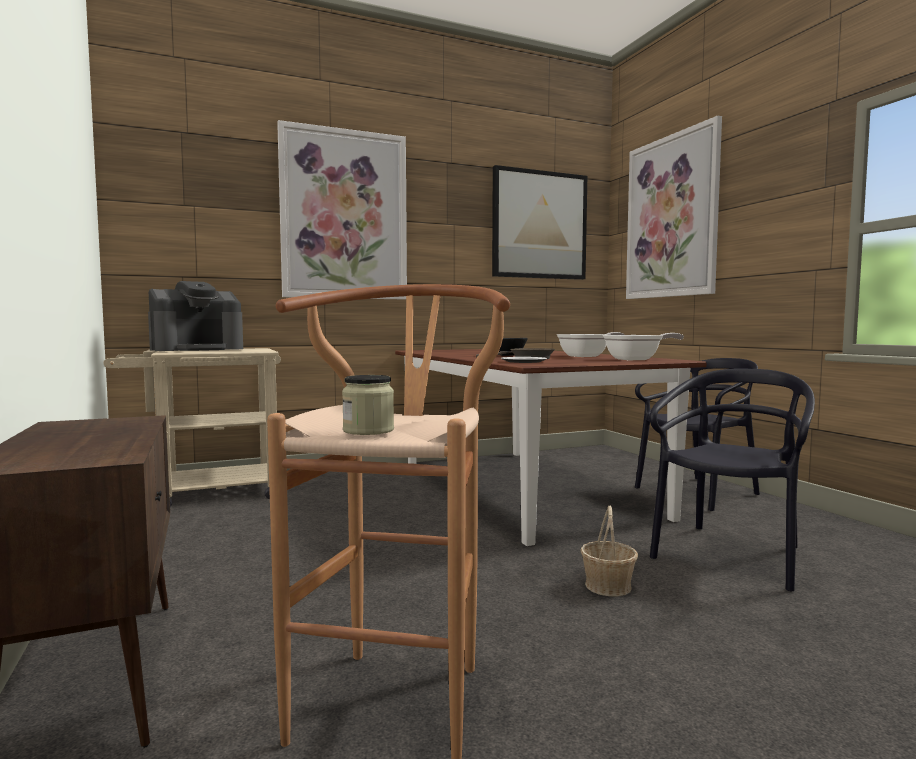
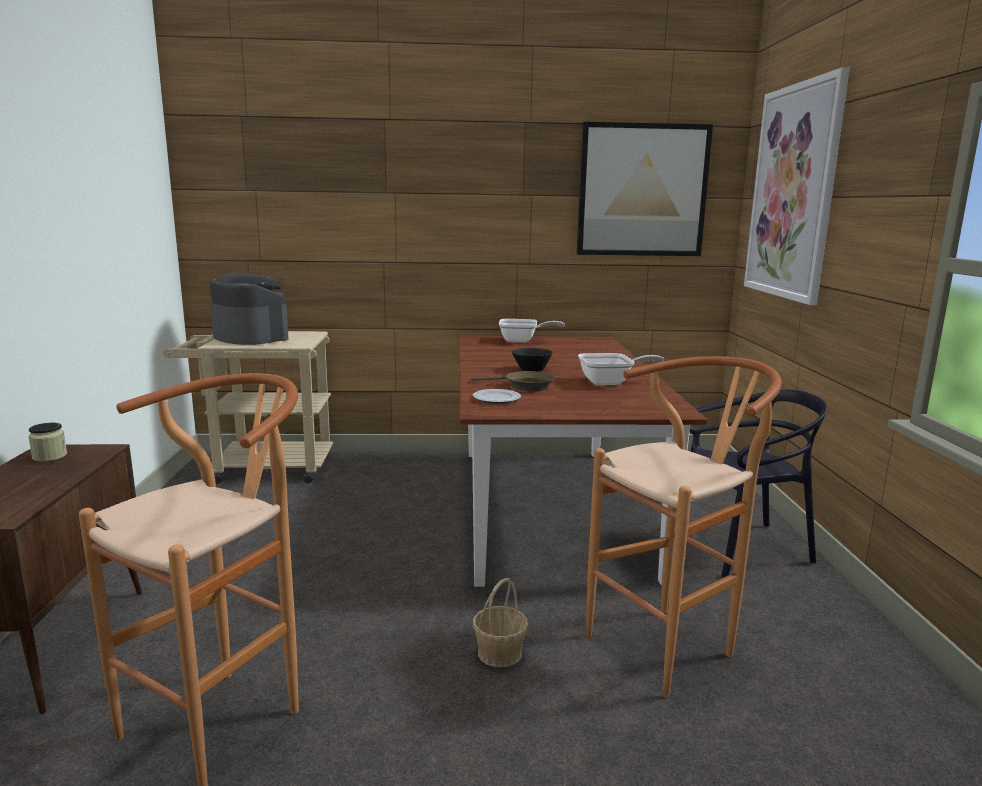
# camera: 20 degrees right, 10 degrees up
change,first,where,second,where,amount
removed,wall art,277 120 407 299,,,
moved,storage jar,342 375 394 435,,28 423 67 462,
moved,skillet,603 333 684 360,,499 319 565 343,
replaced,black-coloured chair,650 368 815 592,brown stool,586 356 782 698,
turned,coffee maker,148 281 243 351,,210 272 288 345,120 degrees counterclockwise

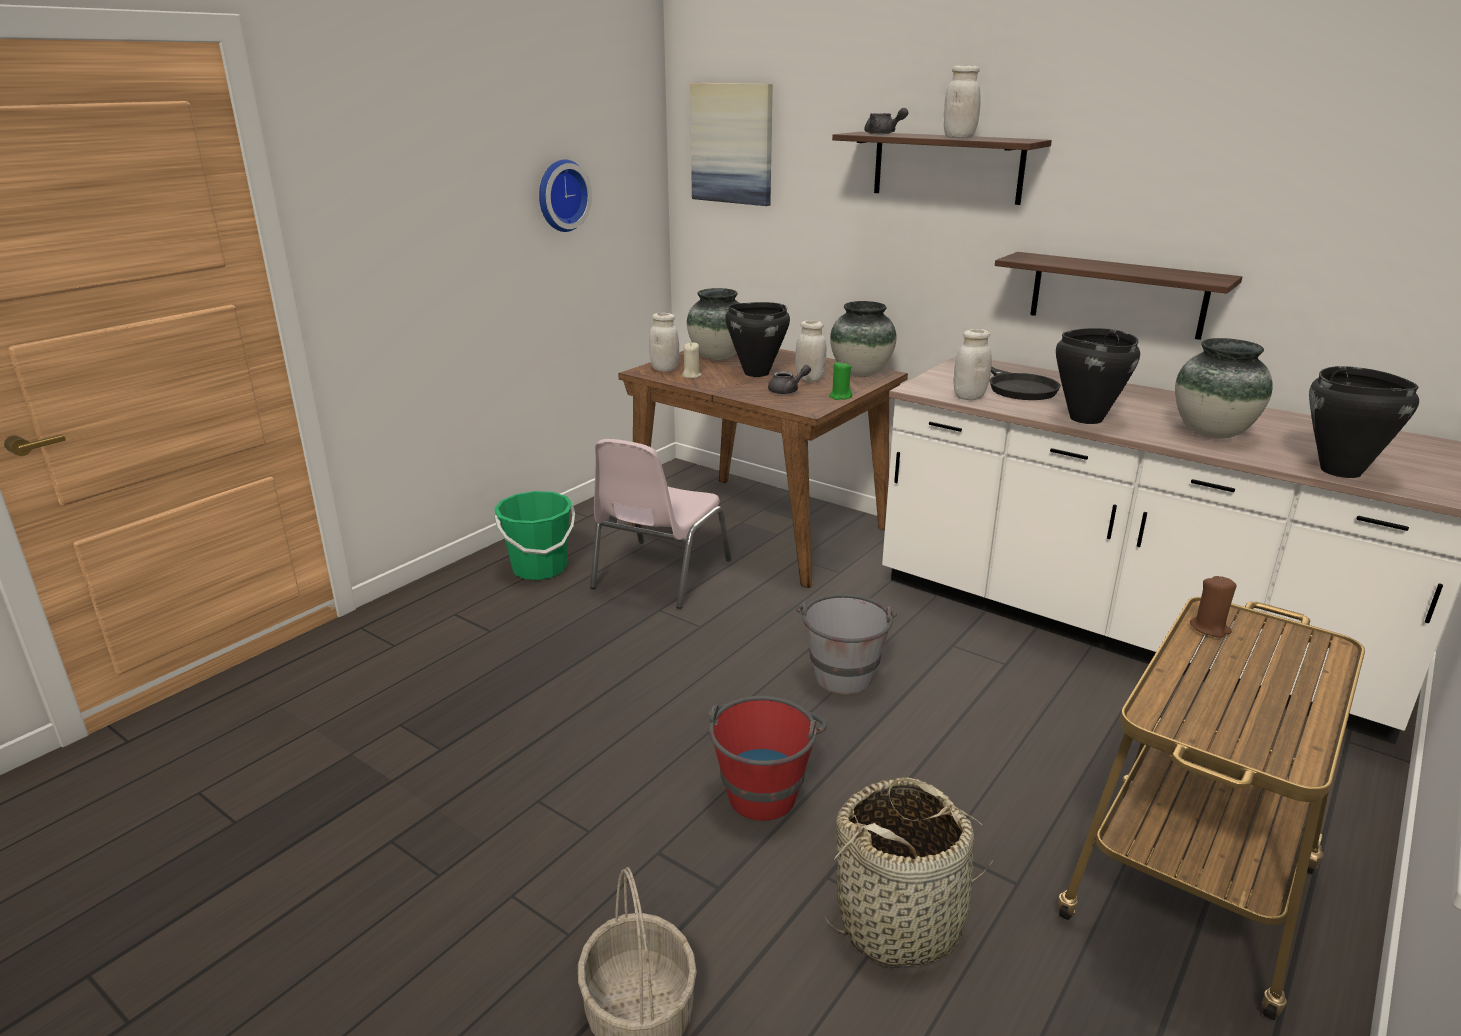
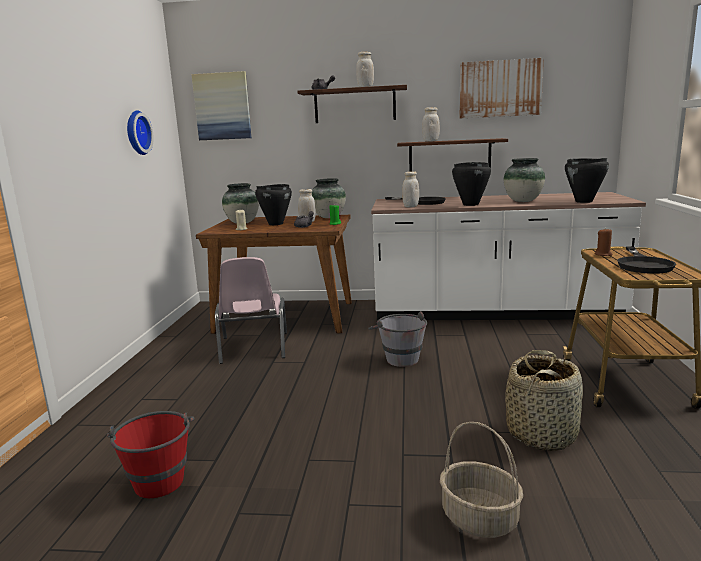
# camera: 30 degrees left, 10 degrees down
change,first,where,second,where,amount
removed,green-coloured bucket,494 491 575 580,,,
added,,,wall art,460 58 544 118,
added,,,black-coloured skillet,617 247 676 274,
moved,whitish storage jar,649 313 679 372,,422 107 440 142,
moved,red bucket,708 696 827 821,,107 411 195 498,

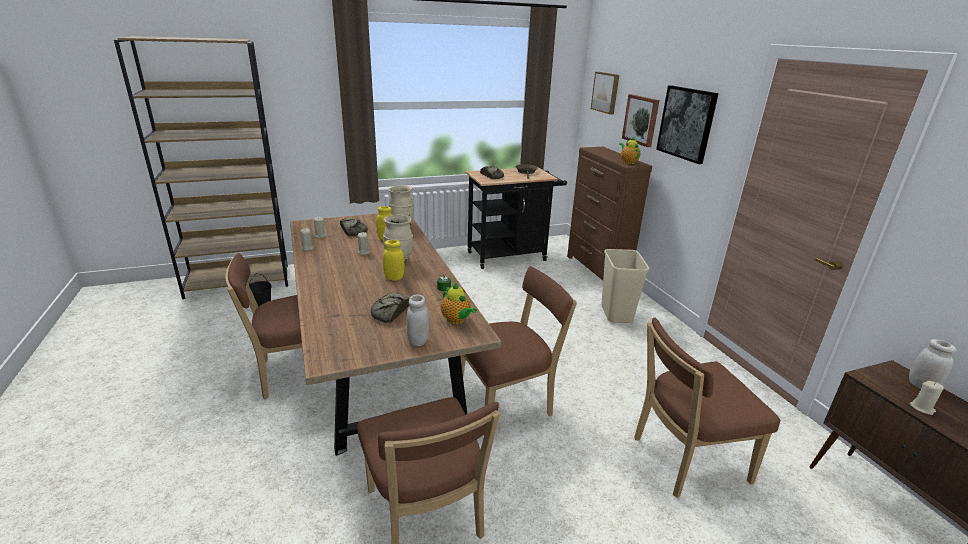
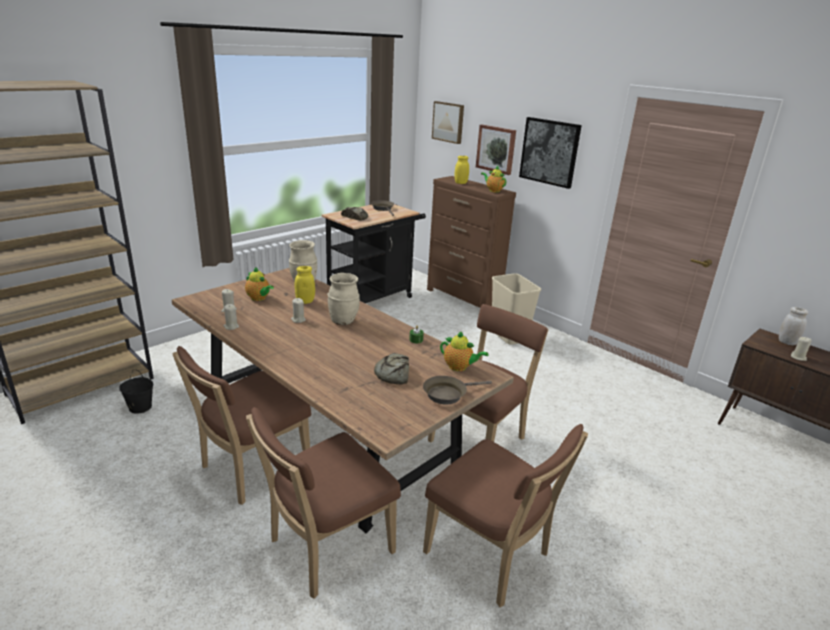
# camera: 25 degrees left, 0 degrees up
change,first,where,second,where,amount
moved,yellow-coloured storage jar,383 240 405 281,,454 156 469 184,
moved,brown chair,634 317 780 498,,246 407 401 599,
replaced,baked bread,340 218 368 236,pot for tea,245 267 274 301,
replaced,whitish storage jar,406 295 429 346,brown skillet,423 376 492 405,

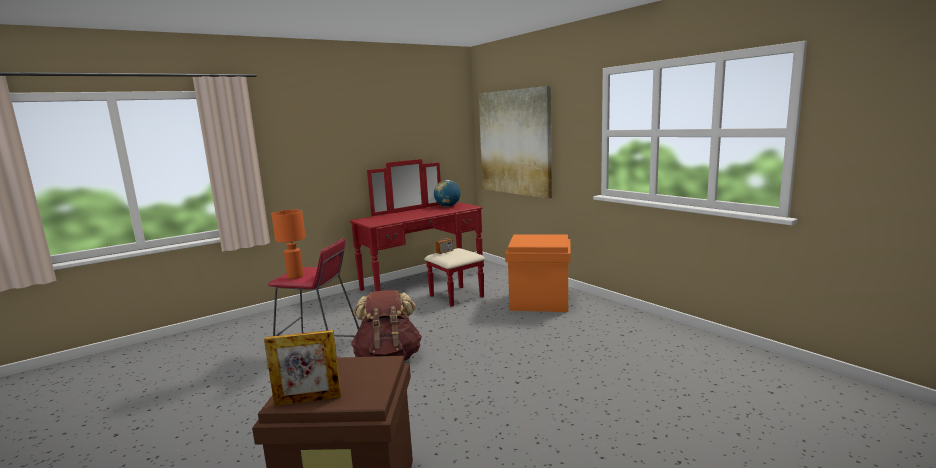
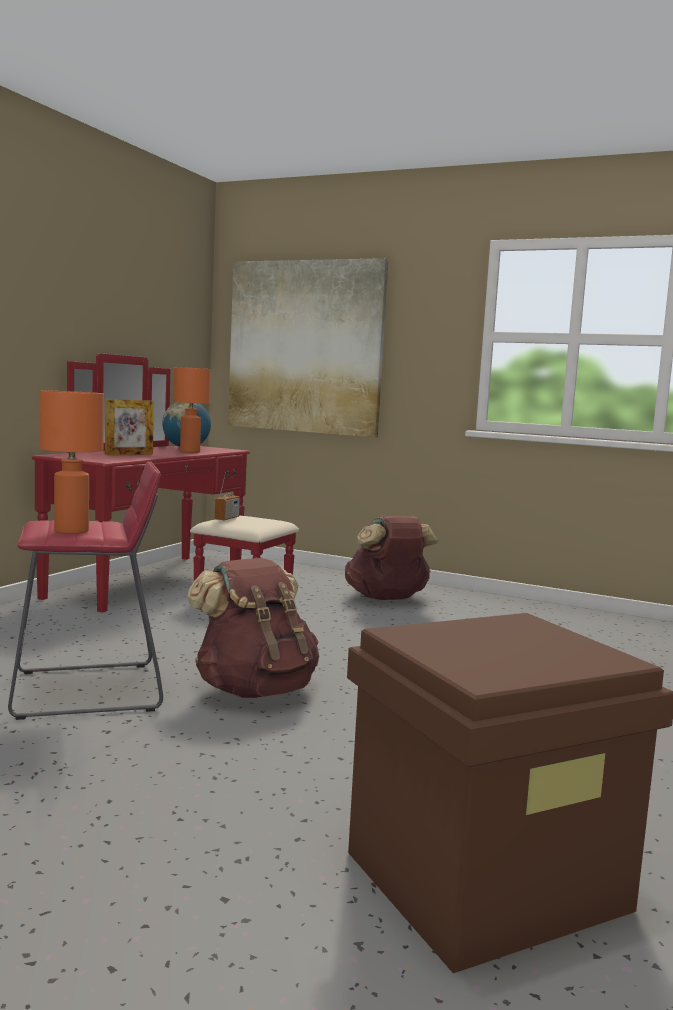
# camera: 30 degrees left, 5 degrees down
change,first,where,second,where,amount
added,,,orange-coloured lamp for a table,173 367 211 453,
moved,picture frame,264 330 341 406,,105 399 154 455,
replaced,orange-coloured storage box,505 234 571 312,brown rucksack,345 516 439 600,

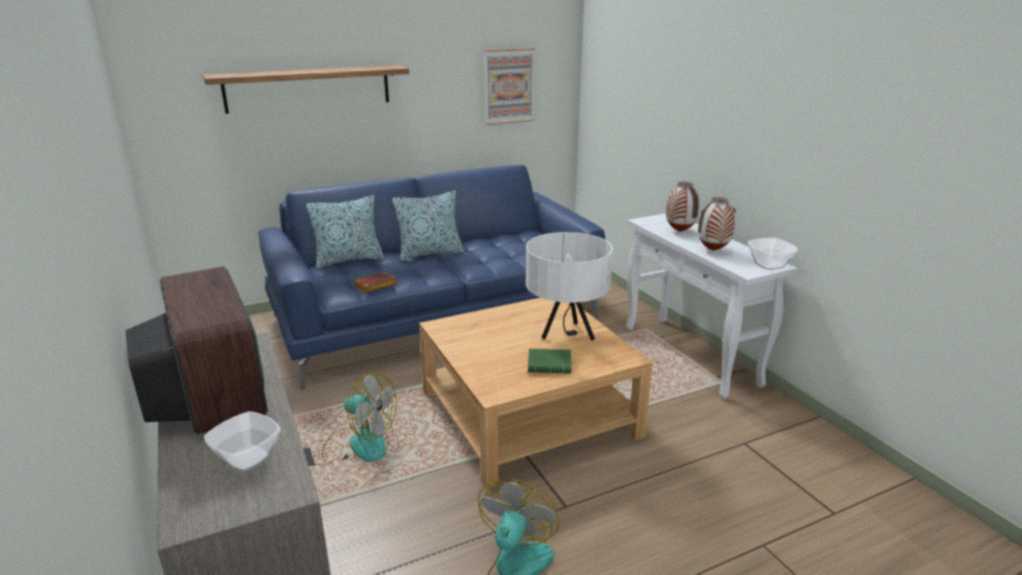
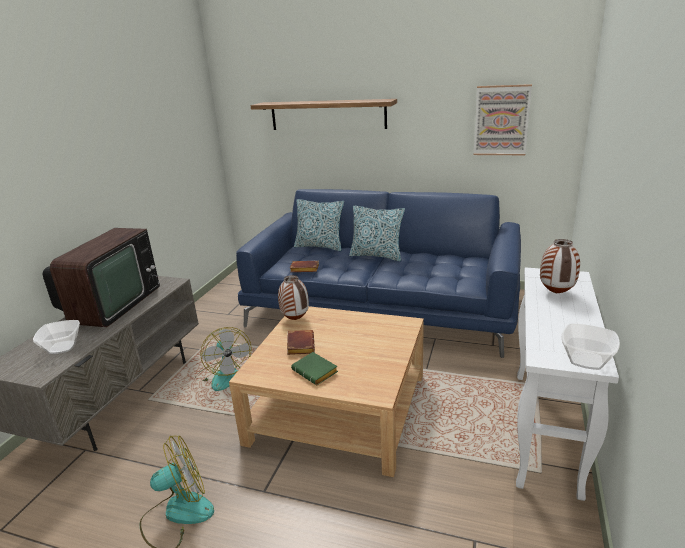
# camera: 45 degrees right, 0 degrees up
change,first,where,second,where,amount
removed,whitish lamp for a table,526 232 613 341,,,
added,,,brown volume,287 330 315 355,
moved,vase,698 197 736 251,,278 275 309 320,

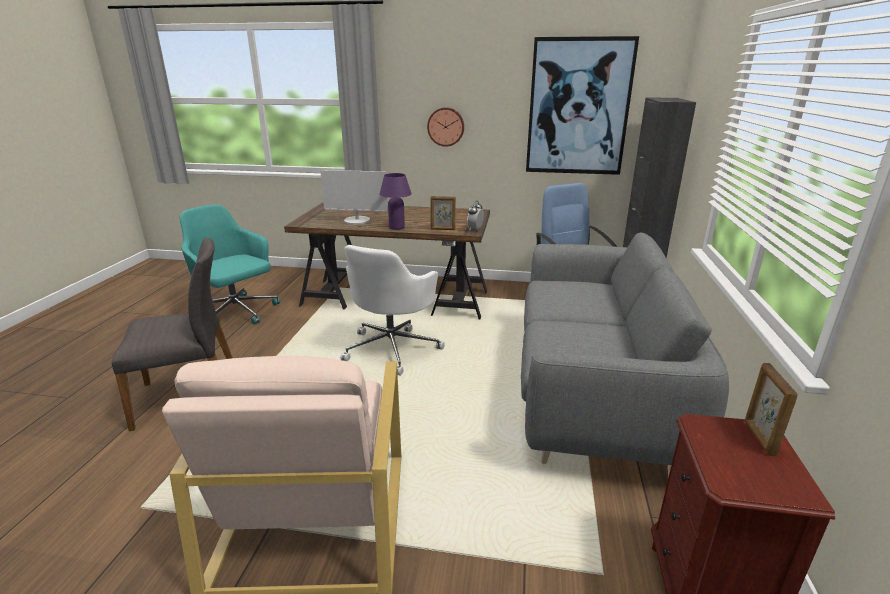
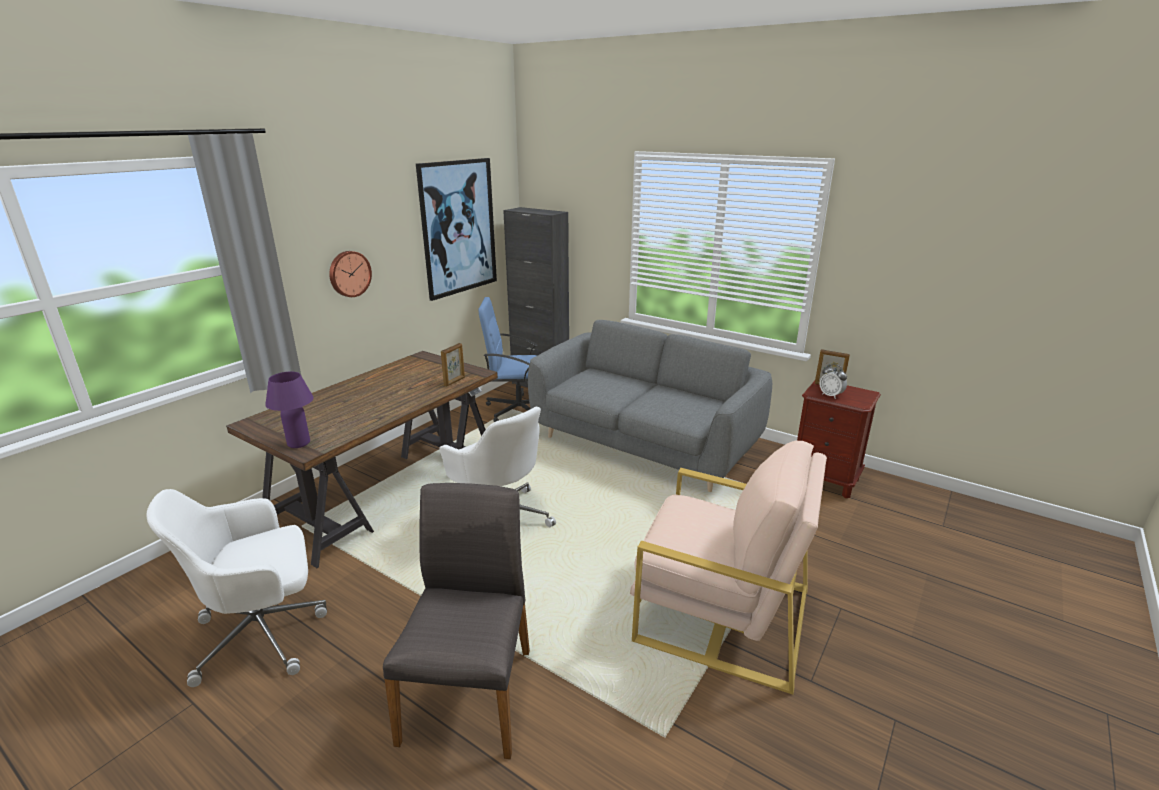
# camera: 65 degrees left, 0 degrees up
change,first,where,second,where,amount
removed,computer display,320 170 388 225,,,
moved,purple lamp for a table,379 173 412 230,,265 372 314 448,
moved,alarm clock,467 201 484 231,,819 364 847 399,
recoloured,turquoise desk chair,179 205 280 324,whitish desk chair,146 489 327 687,

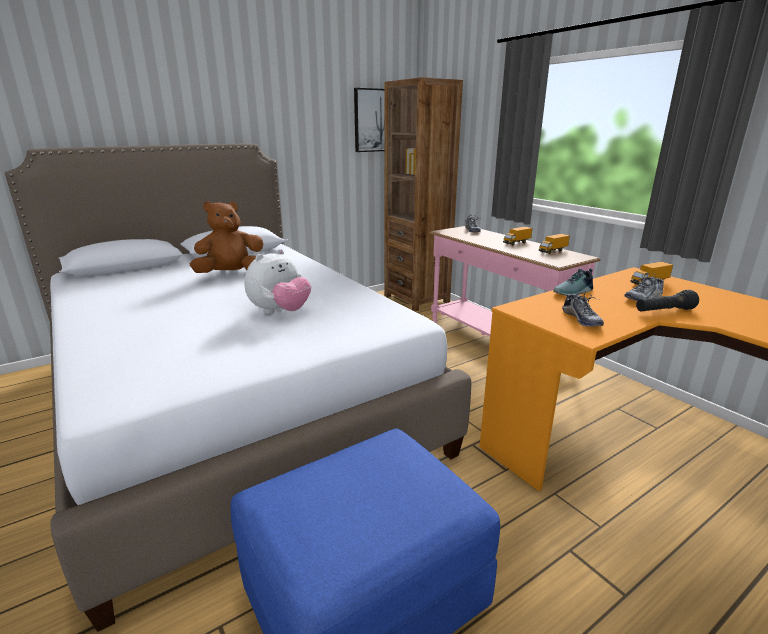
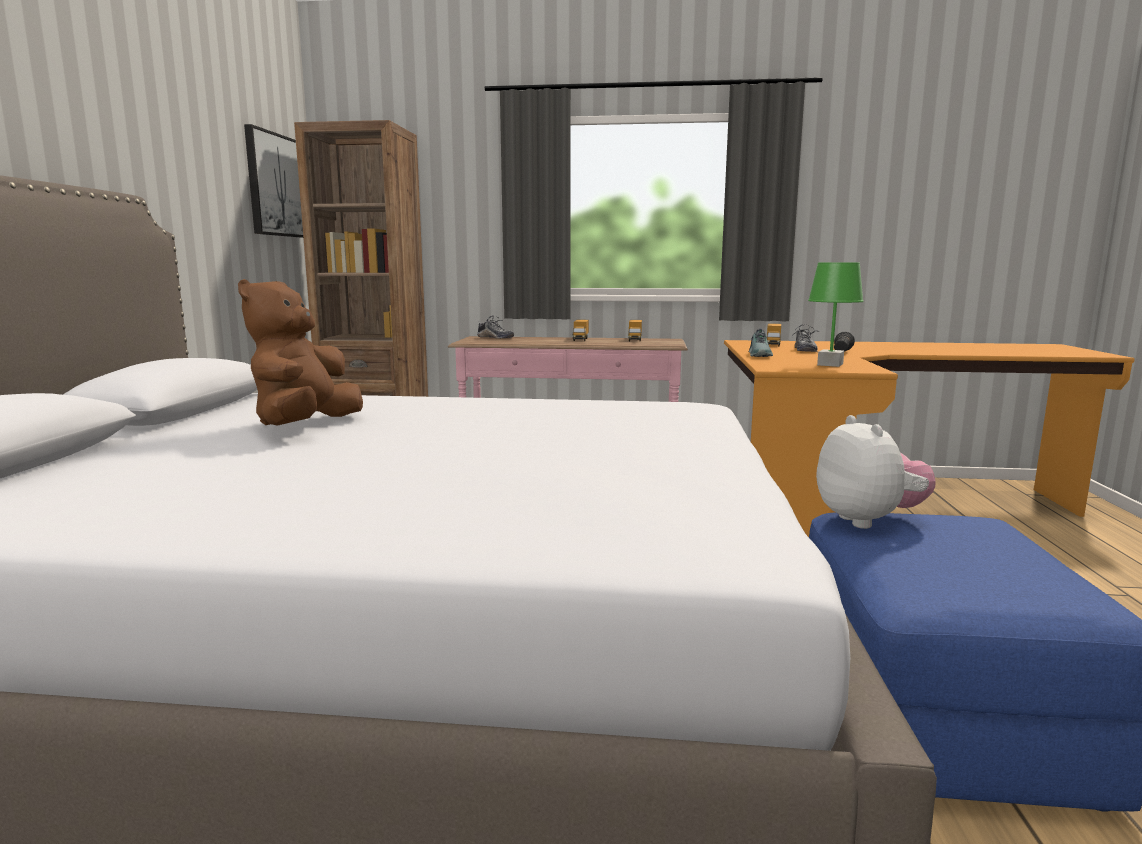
# camera: 50 degrees left, 10 degrees down
change,first,where,second,where,amount
moved,cuddly toy,244 249 311 314,,816 415 936 529,
replaced,shoe,562 291 604 326,green-coloured lamp for a table,808 262 864 367,

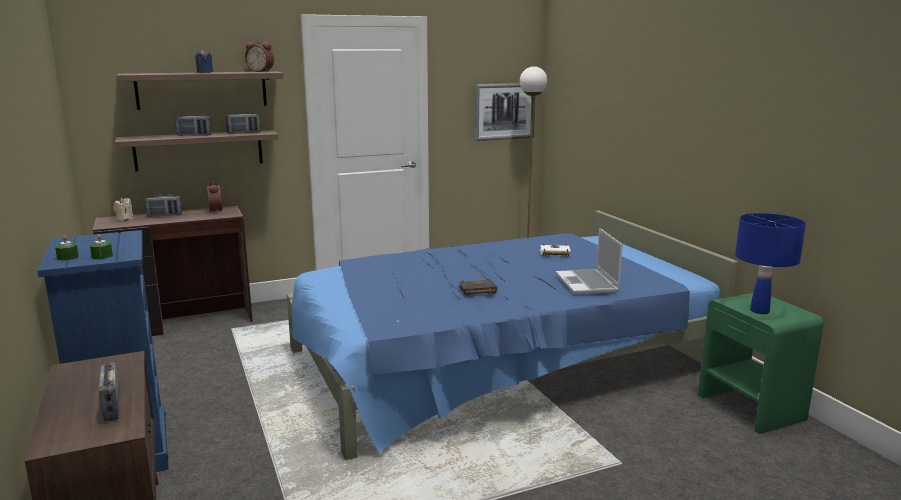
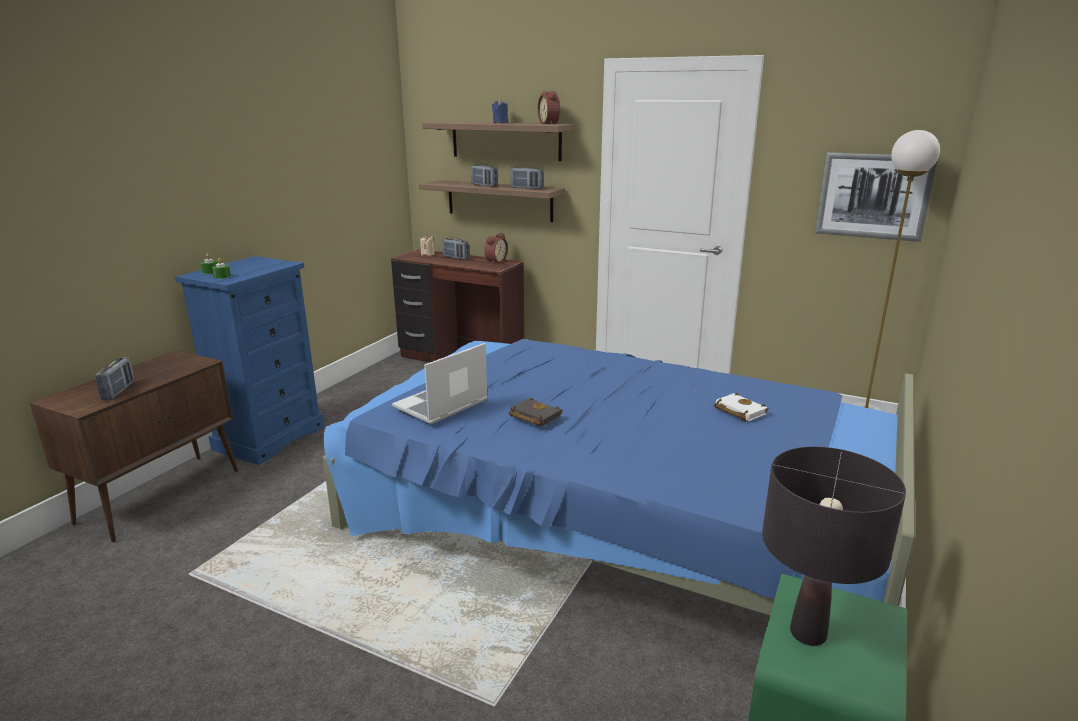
# camera: 50 degrees right, 5 degrees up
change,first,where,second,where,amount
moved,notebook computer,556 228 623 295,,392 343 488 424,
recoloured,blue-coloured lamp for a table,735 213 806 314,black-coloured lamp for a table,762 447 906 646,
turned,radio receiver,99 362 120 421,,95 357 134 400,150 degrees clockwise

